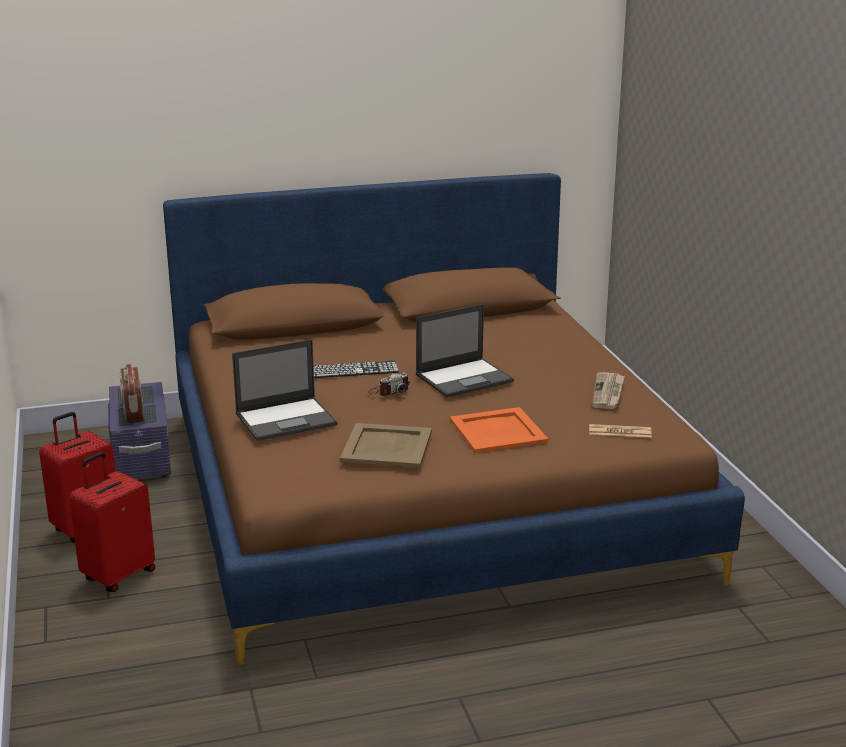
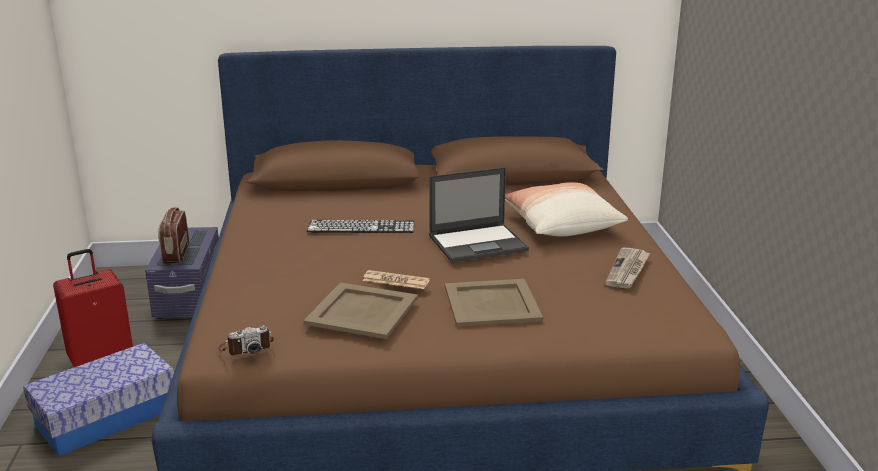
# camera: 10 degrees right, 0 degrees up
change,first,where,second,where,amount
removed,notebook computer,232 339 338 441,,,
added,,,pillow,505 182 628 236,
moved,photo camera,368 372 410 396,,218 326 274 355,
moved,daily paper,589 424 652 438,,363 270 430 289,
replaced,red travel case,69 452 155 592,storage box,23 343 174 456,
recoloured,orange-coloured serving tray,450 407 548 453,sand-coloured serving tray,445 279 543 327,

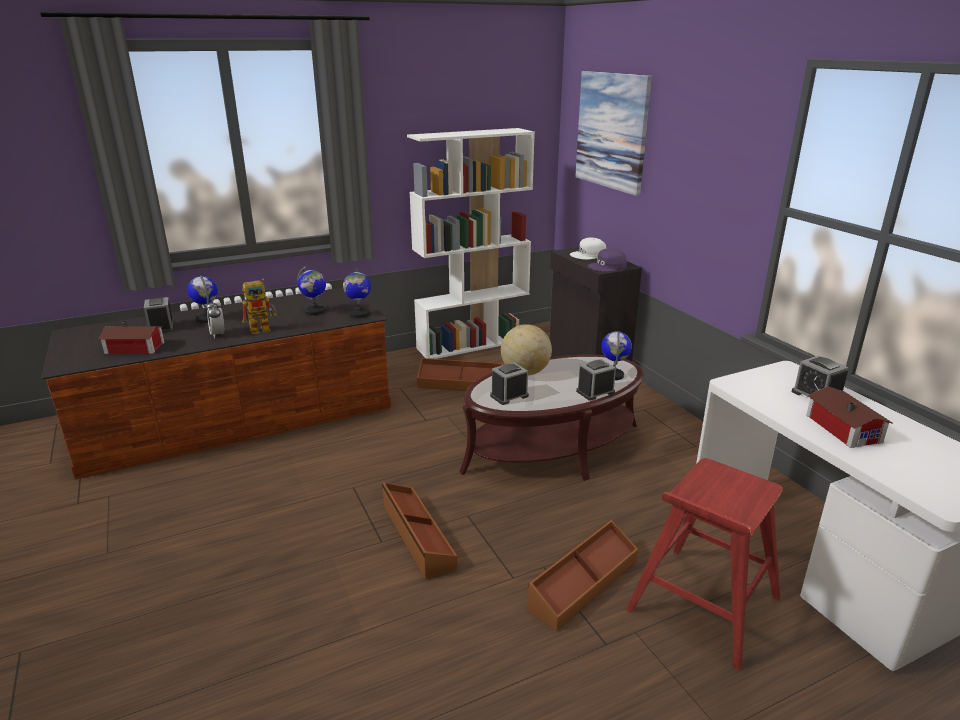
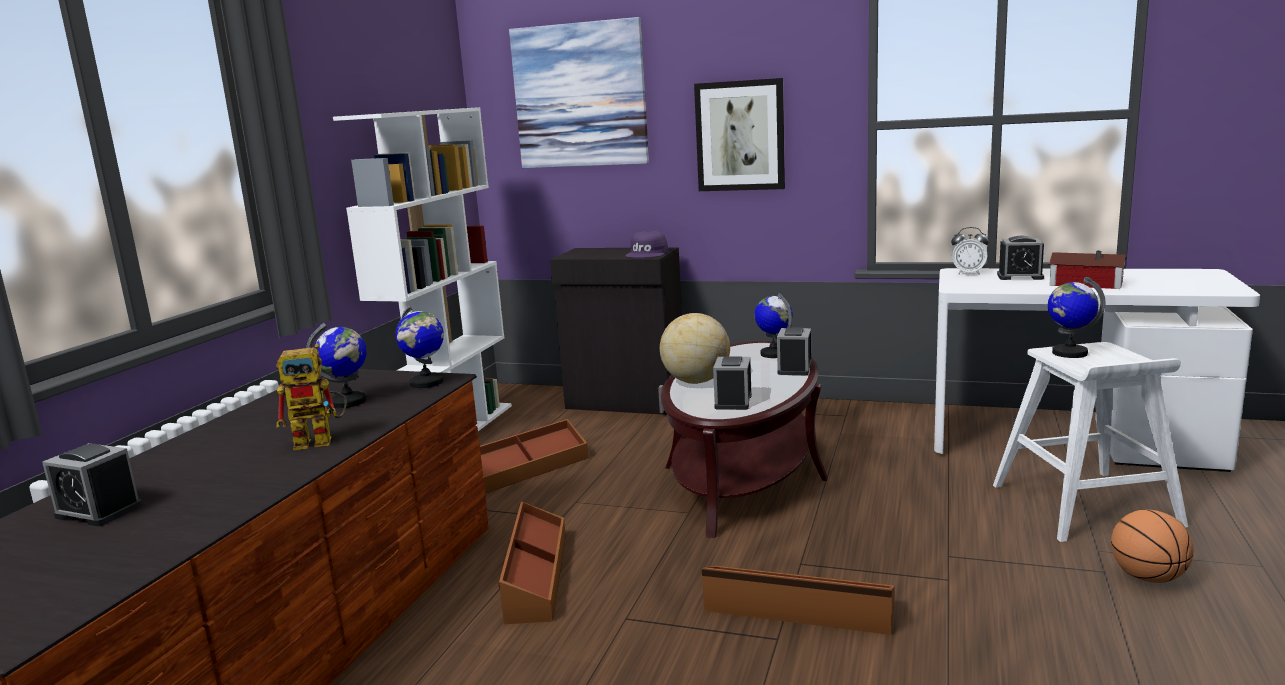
# camera: 45 degrees left, 10 degrees down
change,first,where,second,where,amount
removed,toy house,98 321 164 354,,,
removed,whitish peaked cap,570 238 606 260,,,
added,,,wall art,694 78 785 191,
added,,,ball for basketball,1111 509 1194 583,
moved,world globe,187 275 218 323,,1048 277 1105 358,
moved,alarm clock,206 299 224 338,,951 227 989 275,
moved,brown storage box,528 520 638 631,,498 501 566 624,
recoloured,red stool,626 458 783 671,whitish stool,993 342 1188 542,
turned,model robot,242 279 277 334,,276 344 347 451,60 degrees clockwise

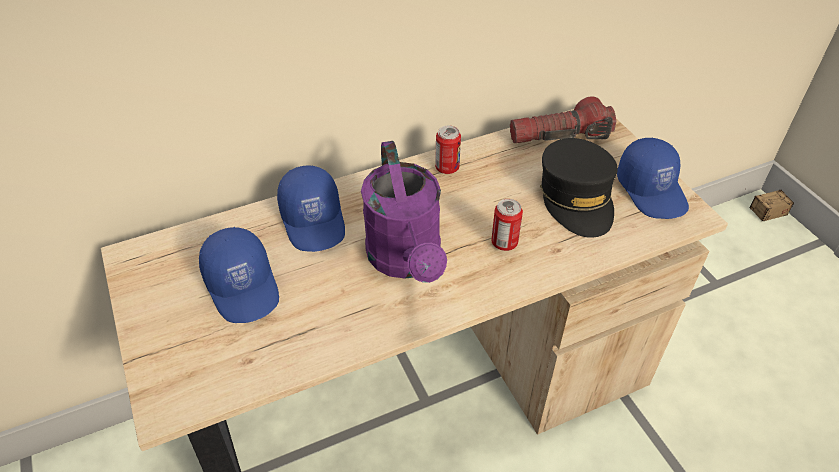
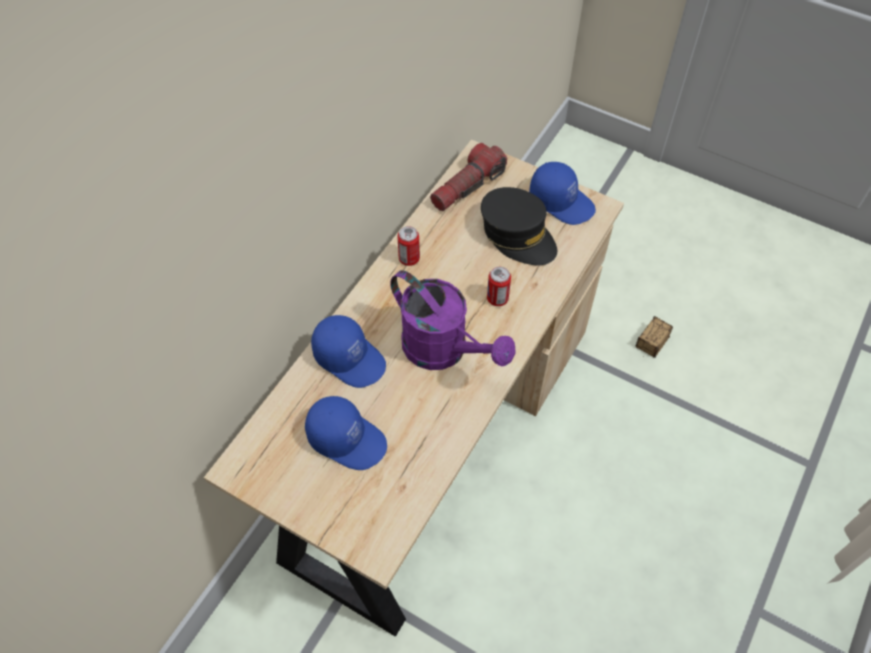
# camera: 35 degrees left, 10 degrees up
change,first,where,second,where,amount
moved,storage box,742 189 794 221,,635 316 673 358,

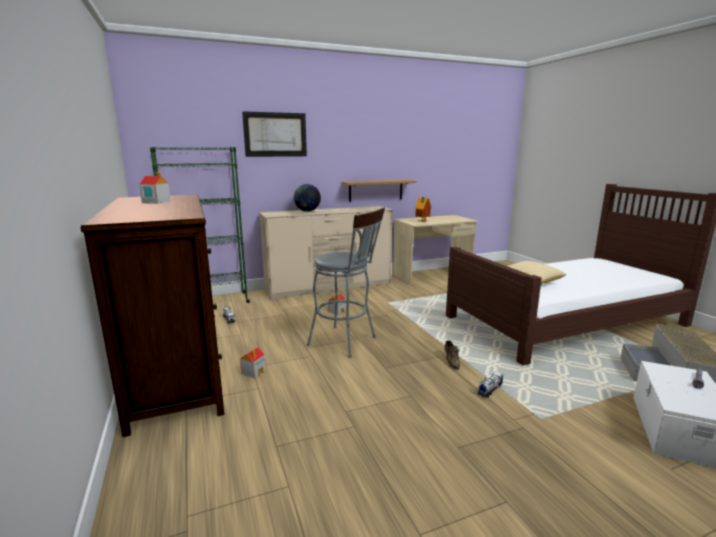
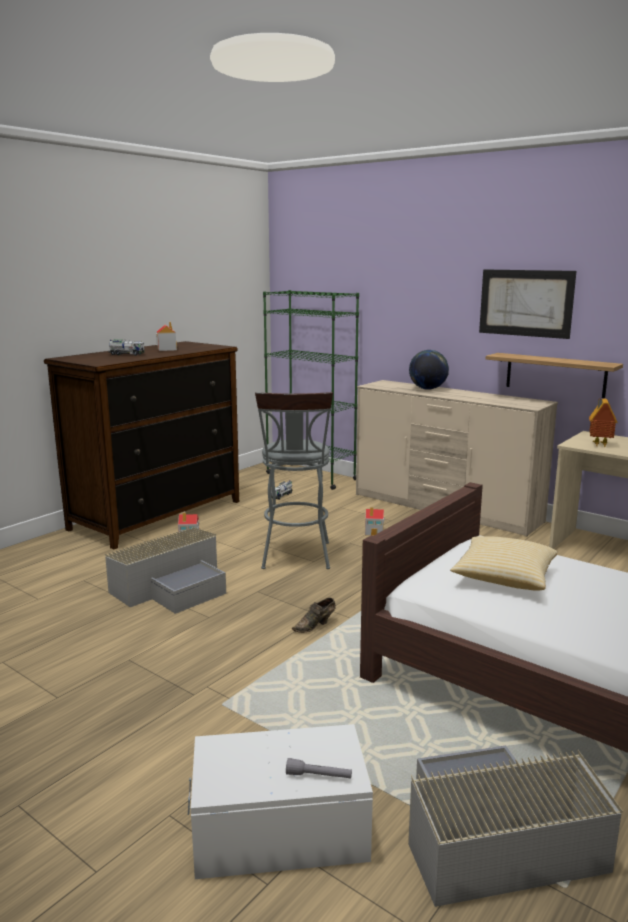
# camera: 60 degrees right, 0 degrees up
change,first,where,second,where,amount
added,,,gray storage box,105 527 226 614,
moved,wall art,242 111 307 157,,479 269 576 339,
moved,model truck,477 371 504 398,,108 339 145 356,

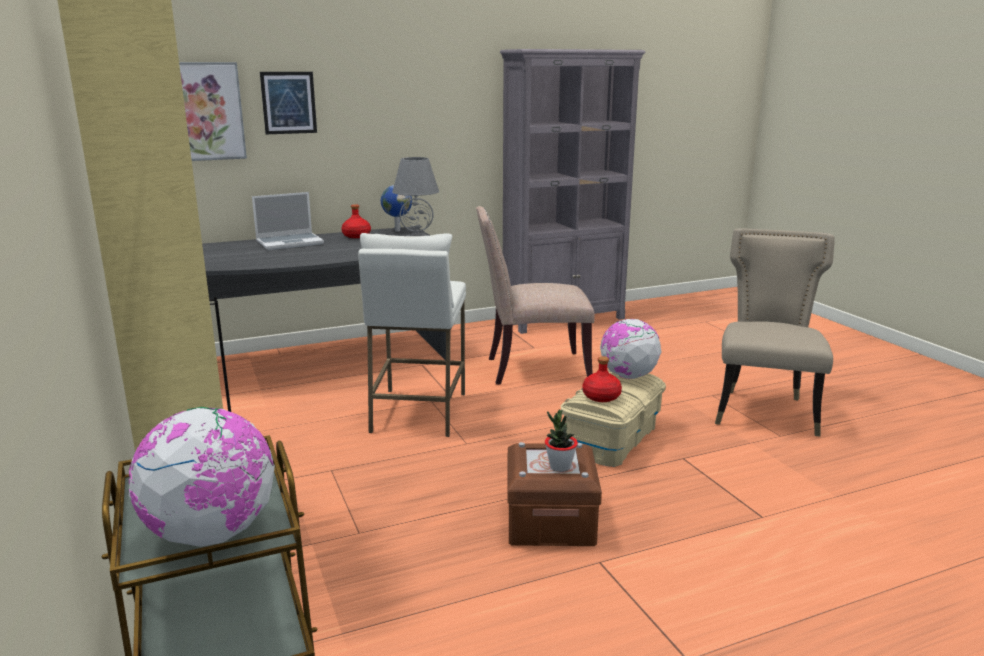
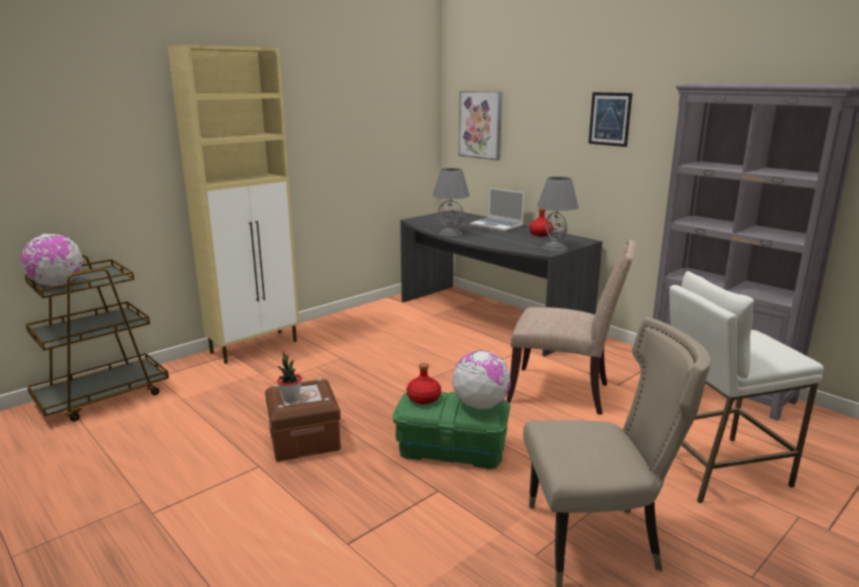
# camera: 70 degrees right, 0 degrees up
change,first,where,second,where,amount
removed,world globe,381 185 412 231,,,
added,,,gray lamp for a table,433 168 470 236,
moved,wall art,260 72 317 134,,588 92 632 147,
moved,whitish stool,358 233 466 437,,669 271 824 503,
recoloured,sand-coloured storage box,561 369 666 467,green-coloured storage box,392 392 511 469,
turned,sand-coloured chair,476 206 594 385,,507 240 636 415,135 degrees clockwise

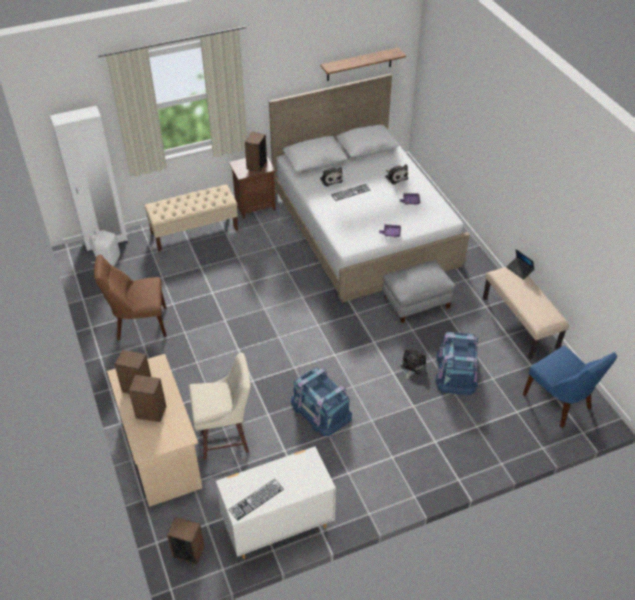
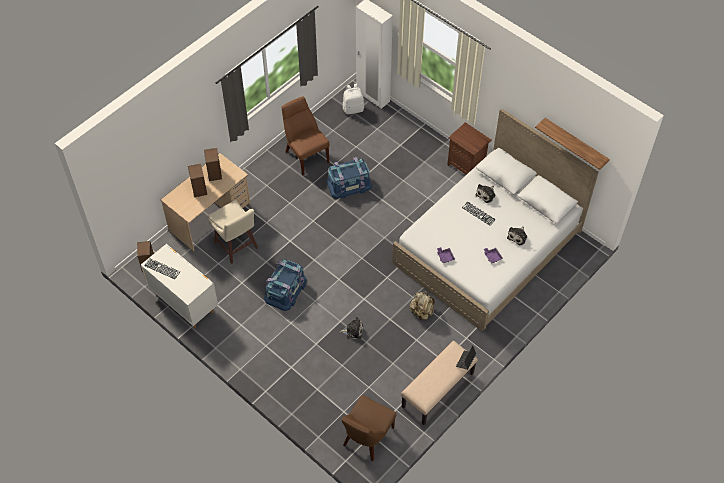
# camera: 65 degrees right, 10 degrees up
change,first,where,second,where,amount
removed,sand-coloured bench,144 184 238 252,,,
removed,audio speaker,245 132 267 172,,,
moved,blue-coloured storage box,436 332 478 395,,326 157 372 199,
replaced,gray pouffe,382 260 455 323,sand-coloured rucksack,409 291 435 320,
recoloured,blue-coloured chair,523 346 617 428,brown chair,342 395 396 461,

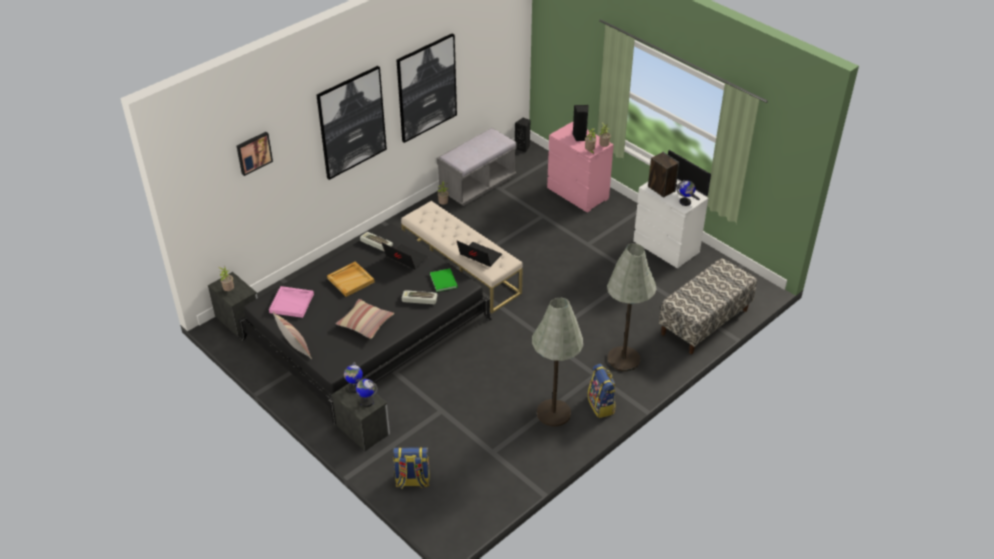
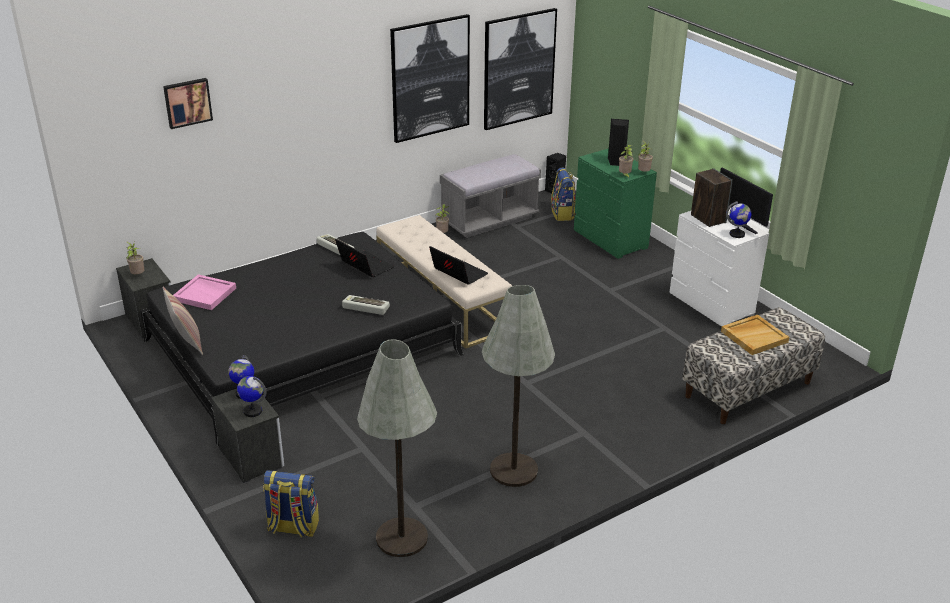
# camera: 10 degrees right, 10 degrees down
change,first,where,second,where,amount
removed,pillow,336 299 394 339,,,
removed,green-coloured volume,430 269 458 292,,,
moved,wall art,317 66 387 180,,484 8 557 130,
moved,sand-coloured serving tray,327 261 375 297,,721 315 789 355,
moved,rucksack,588 364 616 418,,551 168 576 221,
moved,gray floor lamp,607 243 657 371,,357 339 437 557,
recoloured,pink-coloured dresser,547 122 614 212,green-coloured dresser,574 148 657 259,

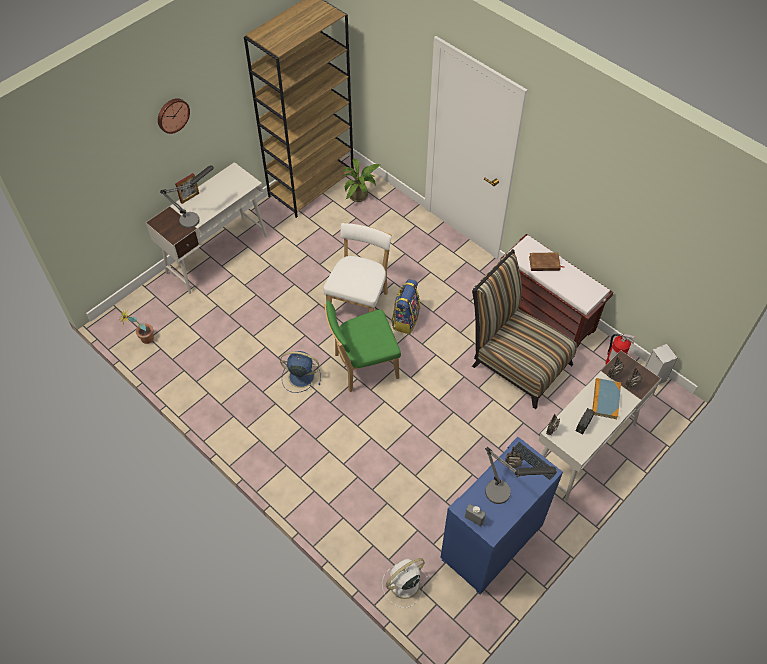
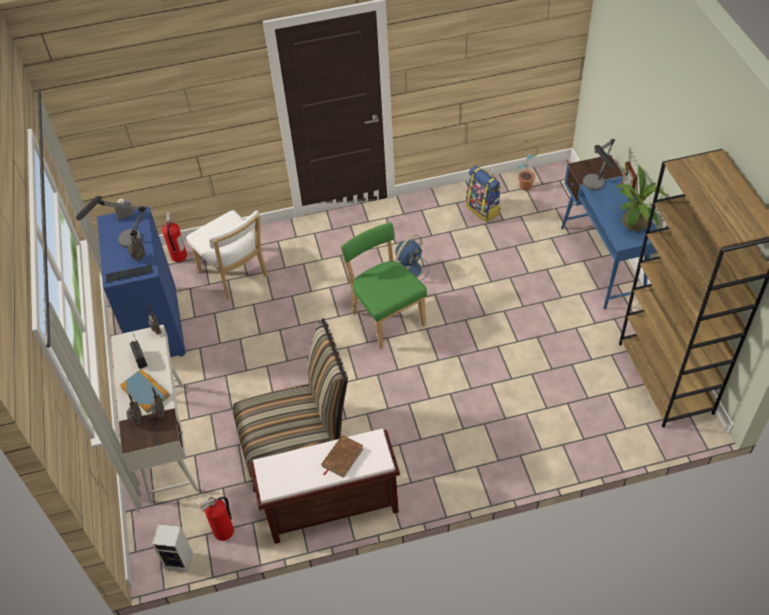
# camera: 125 degrees right, 5 degrees down
change,first,where,second,where,amount
removed,clock on the wall,158 98 190 134,,,
moved,whitish chair,323 222 391 312,,186 210 268 300,
moved,plant in a pot,342 158 380 202,,614 165 667 231,
moved,rucksack,392 279 420 334,,466 166 501 222,
replaced,whitish electric fan,382 558 428 608,fire-fighting cylinder,162 212 187 262,
recoloured,whitish desk unit,146 162 267 294,blue-coloured desk unit,561 154 657 309,
turned,green-coloured chair,323 300 401 392,,340 222 427 349,45 degrees counterclockwise

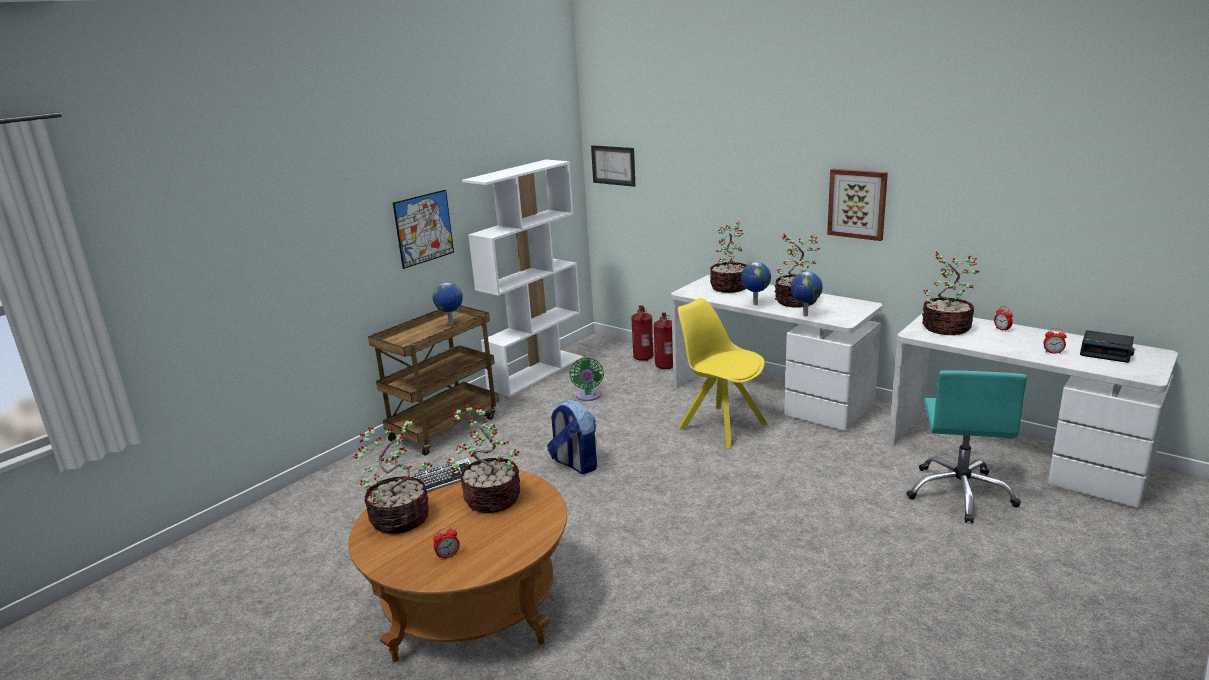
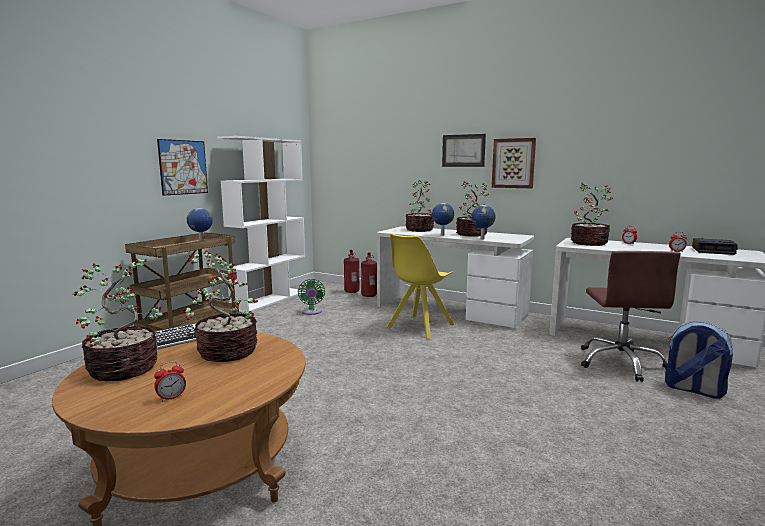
# camera: 10 degrees left, 10 degrees down
change,first,where,second,where,amount
moved,rucksack,547 400 597 474,,665 322 733 399,
moved,wall art,591 145 636 187,,442 134 486 167,
recoloured,turquoise desk chair,906 370 1027 523,brown desk chair,581 251 681 382,
turned,yellow-coloured chair,678 298 768 448,,386 233 454 339,90 degrees counterclockwise

